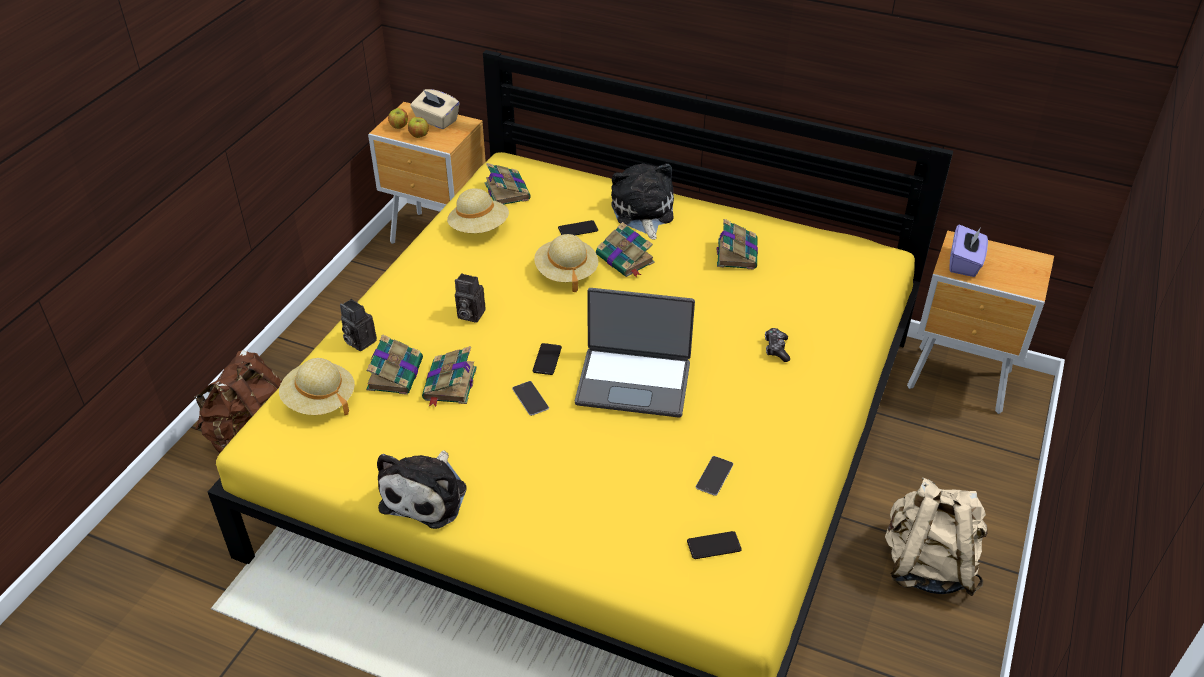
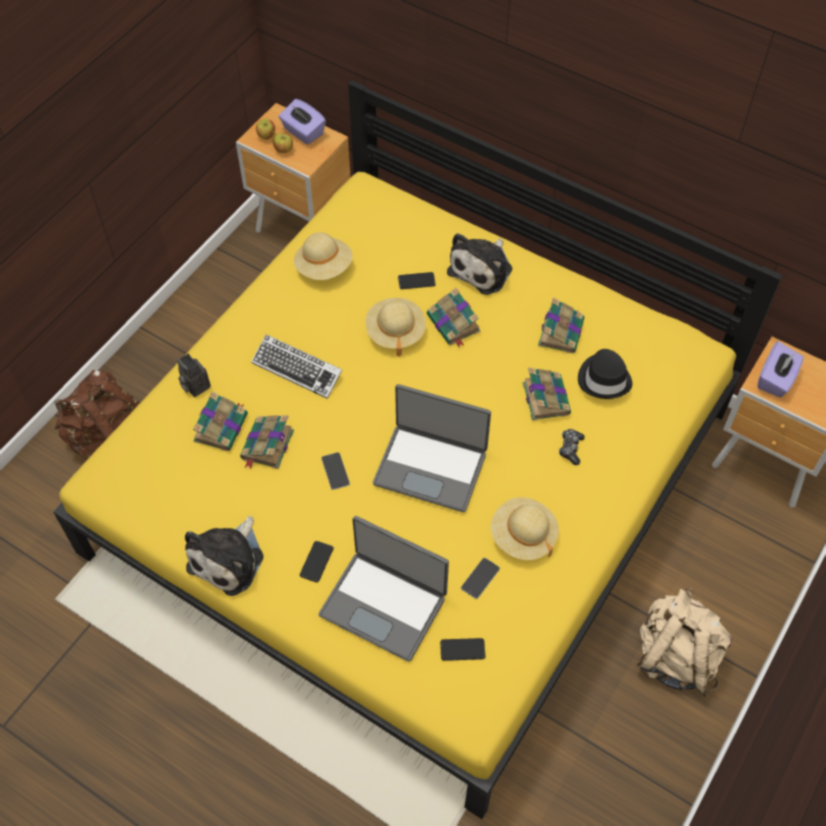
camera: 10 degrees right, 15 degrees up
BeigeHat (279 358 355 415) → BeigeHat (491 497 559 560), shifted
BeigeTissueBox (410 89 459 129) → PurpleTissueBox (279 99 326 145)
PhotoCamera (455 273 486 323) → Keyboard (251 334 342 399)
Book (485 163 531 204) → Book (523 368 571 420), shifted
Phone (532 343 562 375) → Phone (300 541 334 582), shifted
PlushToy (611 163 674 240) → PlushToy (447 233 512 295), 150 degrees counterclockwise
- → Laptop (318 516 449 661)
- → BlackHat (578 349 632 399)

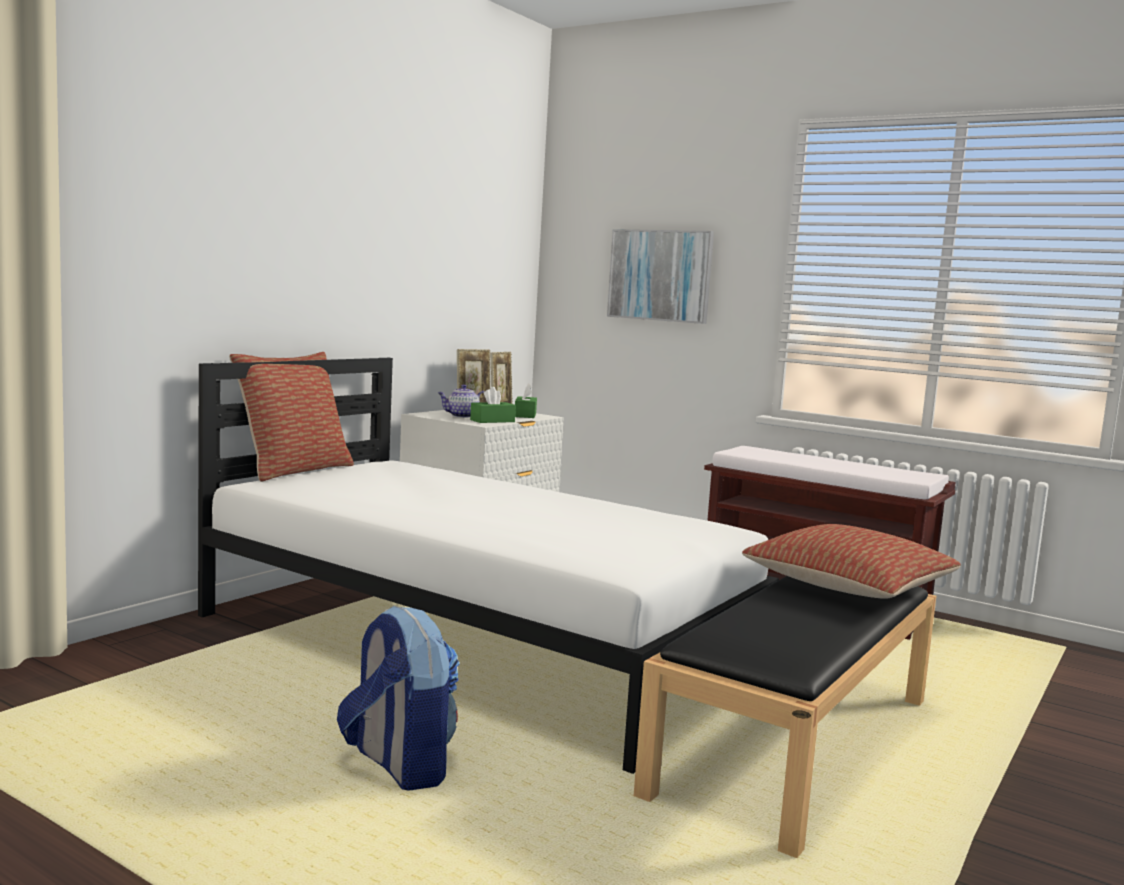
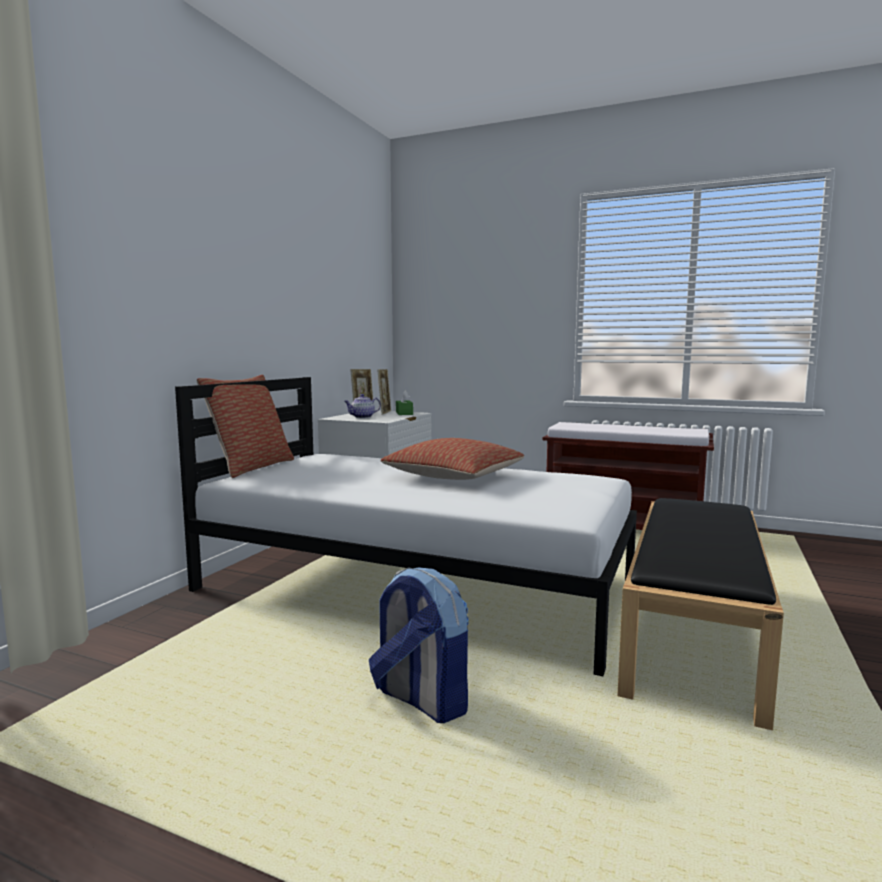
camera: 10 degrees left, 0 degrees up
GreenTissueBox (470 387 516 423) → -
Picture (607 229 714 324) → -
Pillow (742 524 961 599) → Pillow (381 438 525 480), shifted

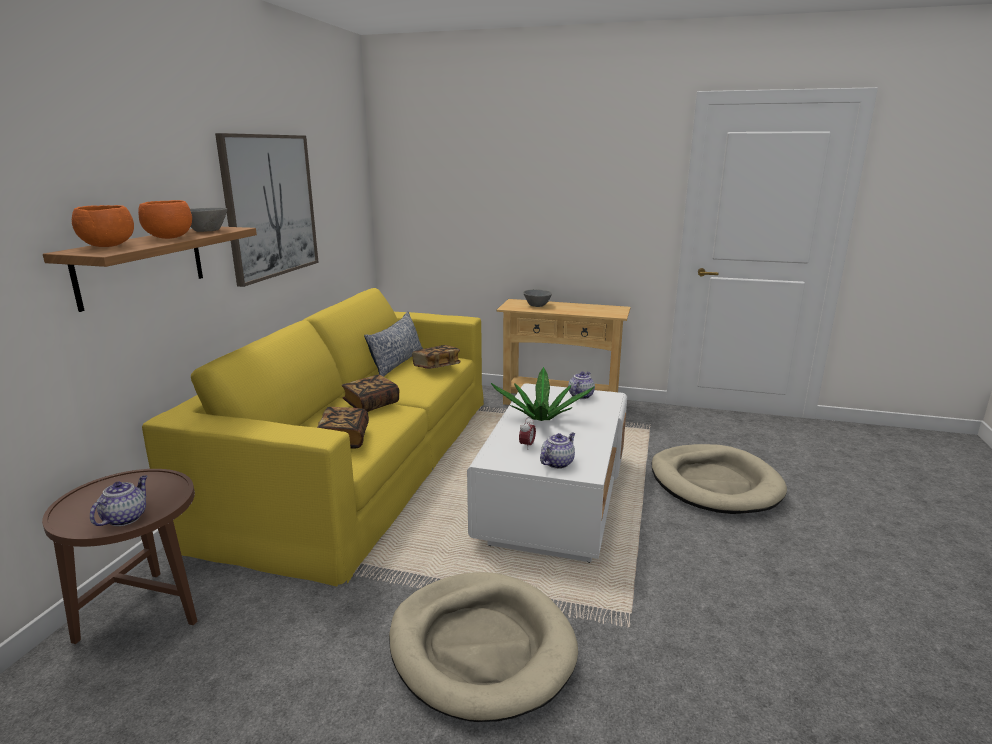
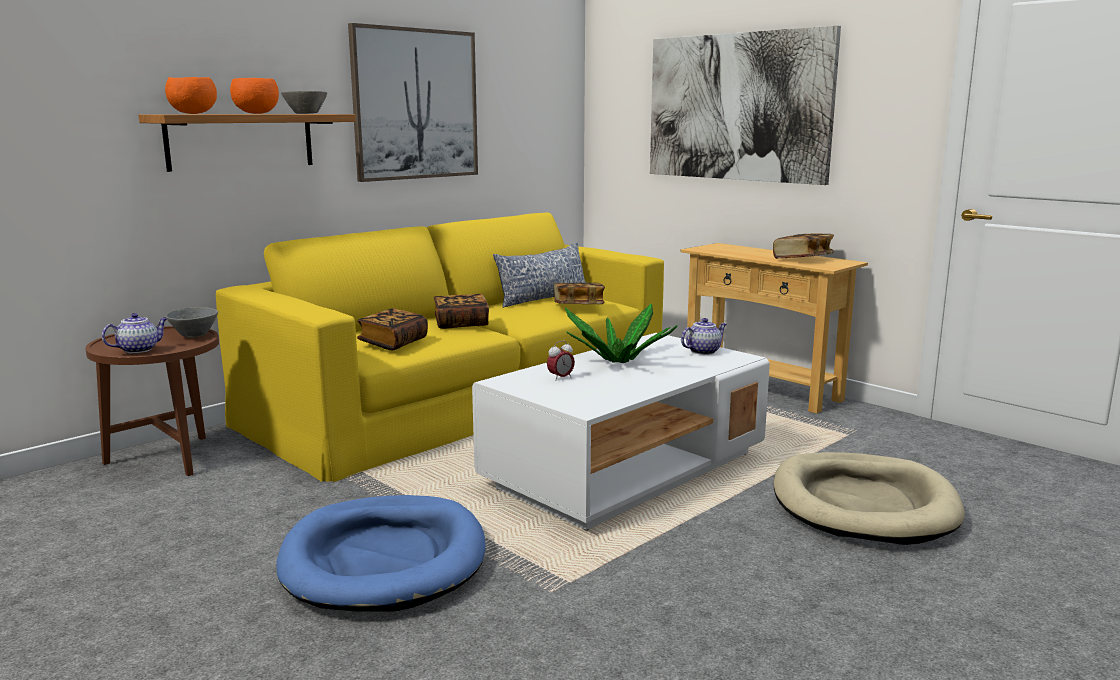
camera: 30 degrees right, 5 degrees down
BeigeDogBed (389 572 578 722) → BlueDogBed (276 495 486 612)
GreyBowl (523 289 552 307) → GreyBowl (166 307 218 338), shifted
Teapot (540 433 575 469) → -
- → Picture (650 25 841 185)
- → Book (773 234 834 259)

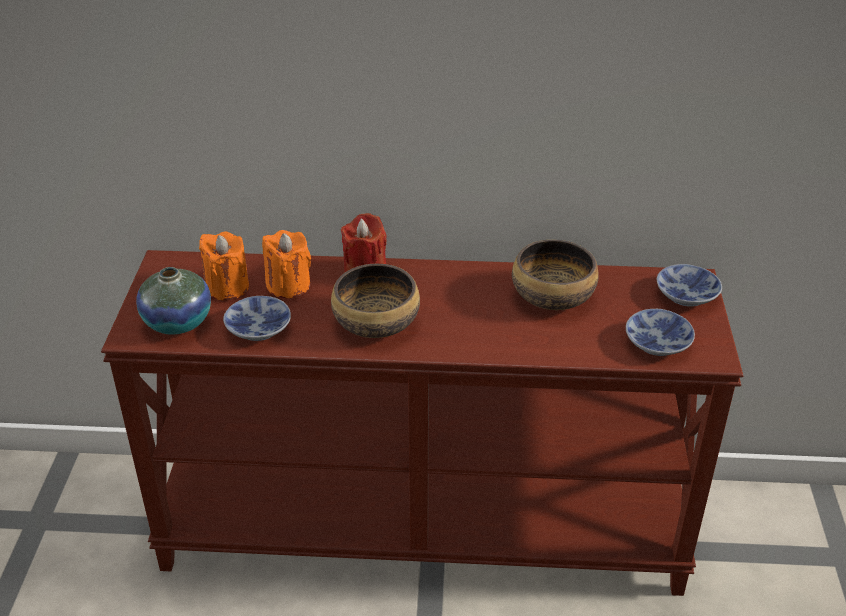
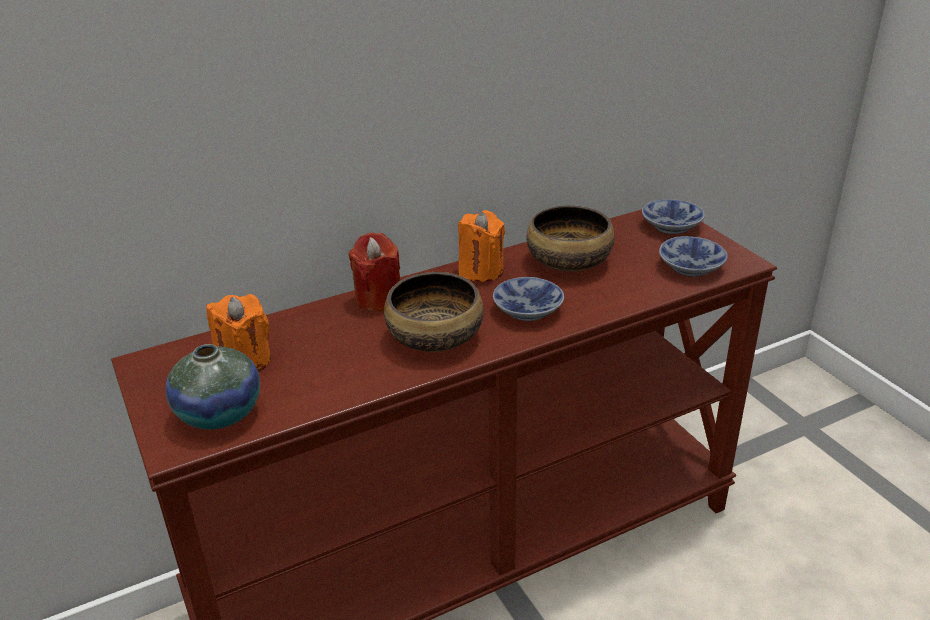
camera: 30 degrees left, 5 degrees down
Bowl (223 296 291 341) → Bowl (493 277 564 321), shifted
OrangeCandle (262 230 311 298) → OrangeCandle (458 210 505 282), shifted

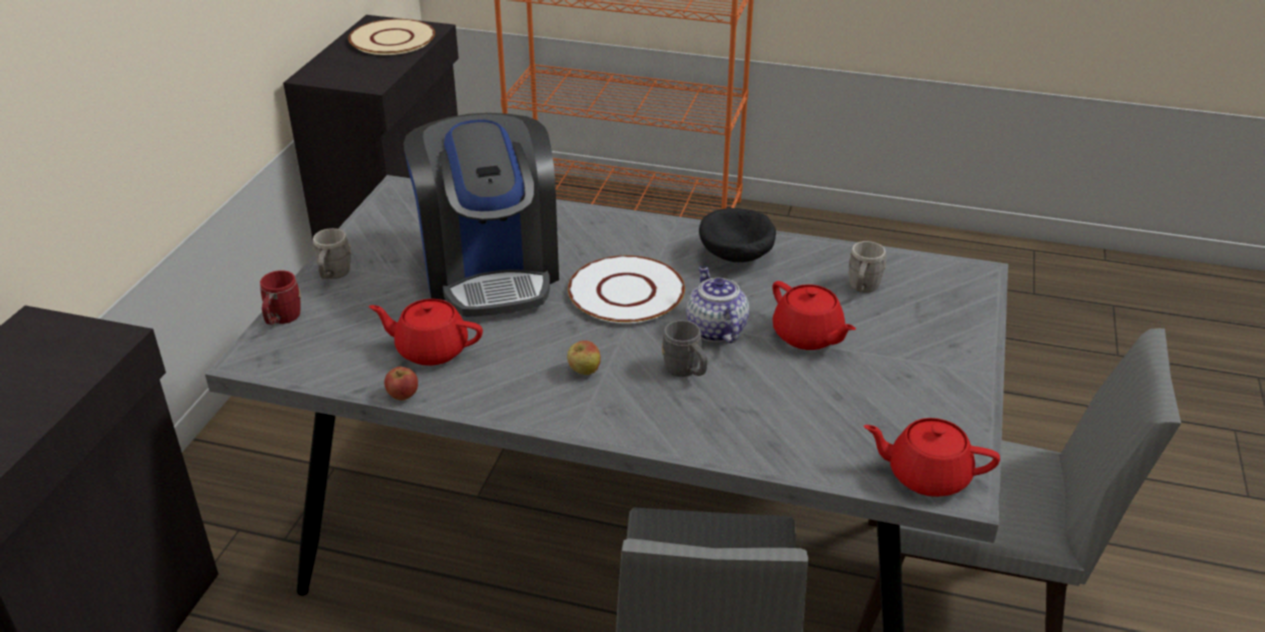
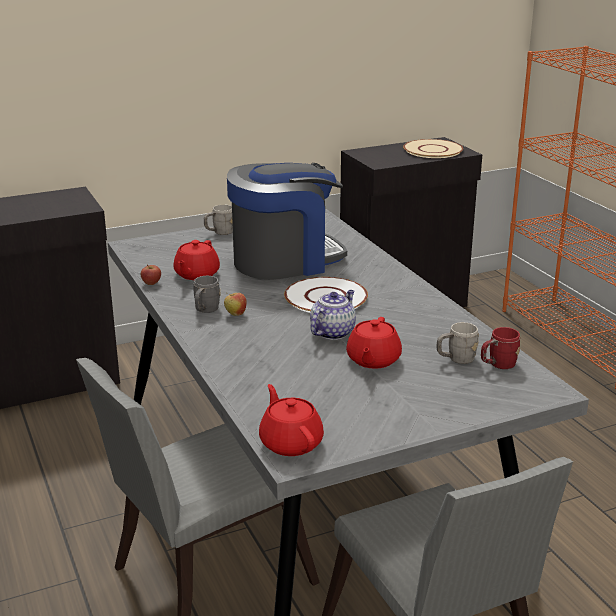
camera: 50 degrees right, 10 degrees down
RedMug (260 270 301 325) → RedMug (481 327 520 369), shifted
RedTeapot (369 299 483 366) → RedTeapot (173 240 220 280), 135 degrees counterclockwise
CoffeeMachine (403 113 559 317) → CoffeeMachine (227 163 347 280), 150 degrees counterclockwise
GreyMug (662 320 707 377) → GreyMug (194 276 221 313), shifted
BlackBowl (699 208 776 262) → -

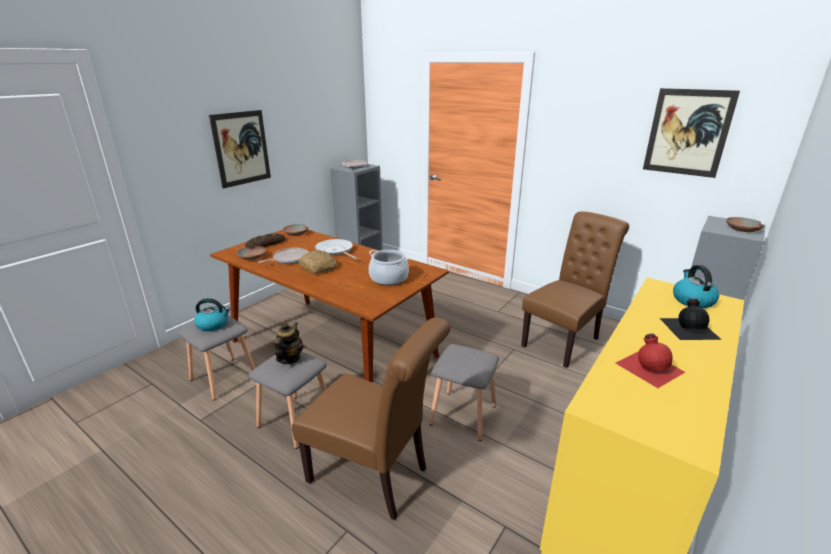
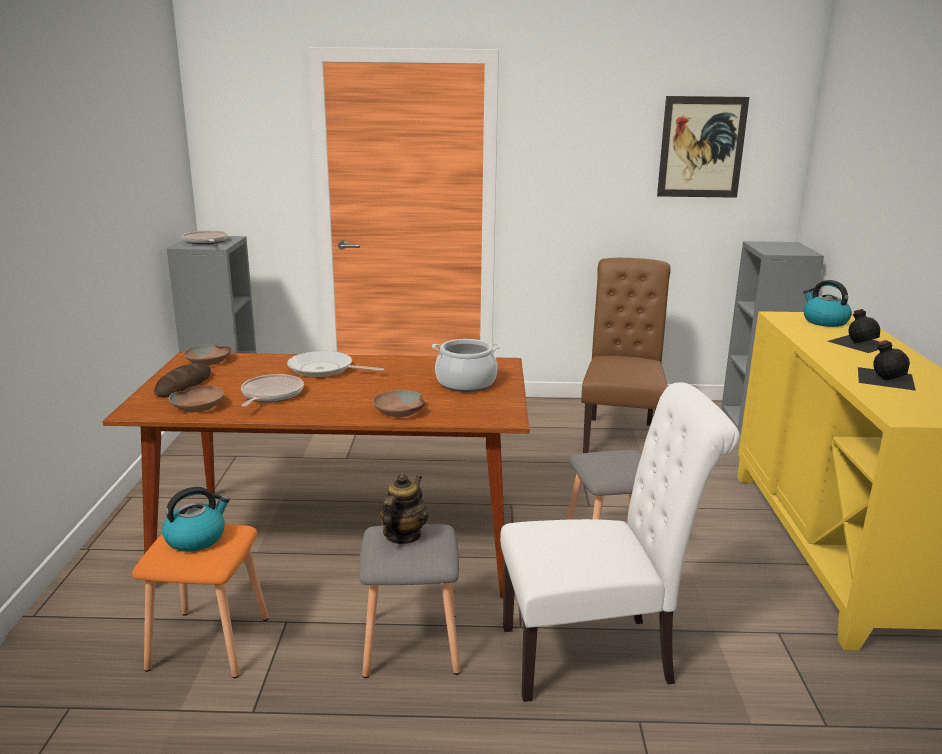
camera: 35 degrees left, 5 degrees down
GreyStool (179 316 255 400) → OrangeStool (132 524 268 678)
Picture (209 110 271 189) → -
Teapot (273 322 303 364) → Teapot (379 473 428 544), 45 degrees clockwise
BrownChair (292 317 451 520) → WhiteChair (500 382 740 702)
Bread (298 250 337 274) → -
RedBottle (616 334 685 388) → BlackBottle (858 340 916 391)
BrownBowl (726 217 764 232) → BrownBowl (373 390 425 417), shifted

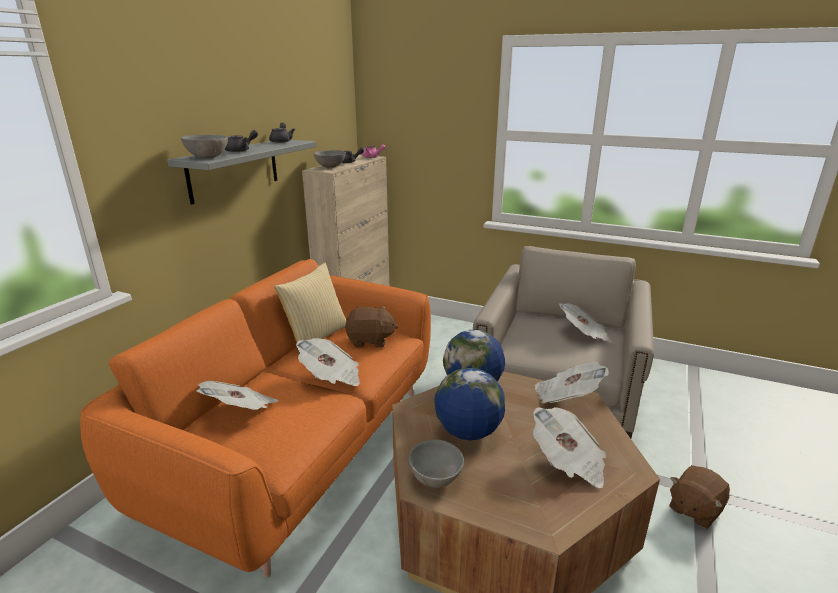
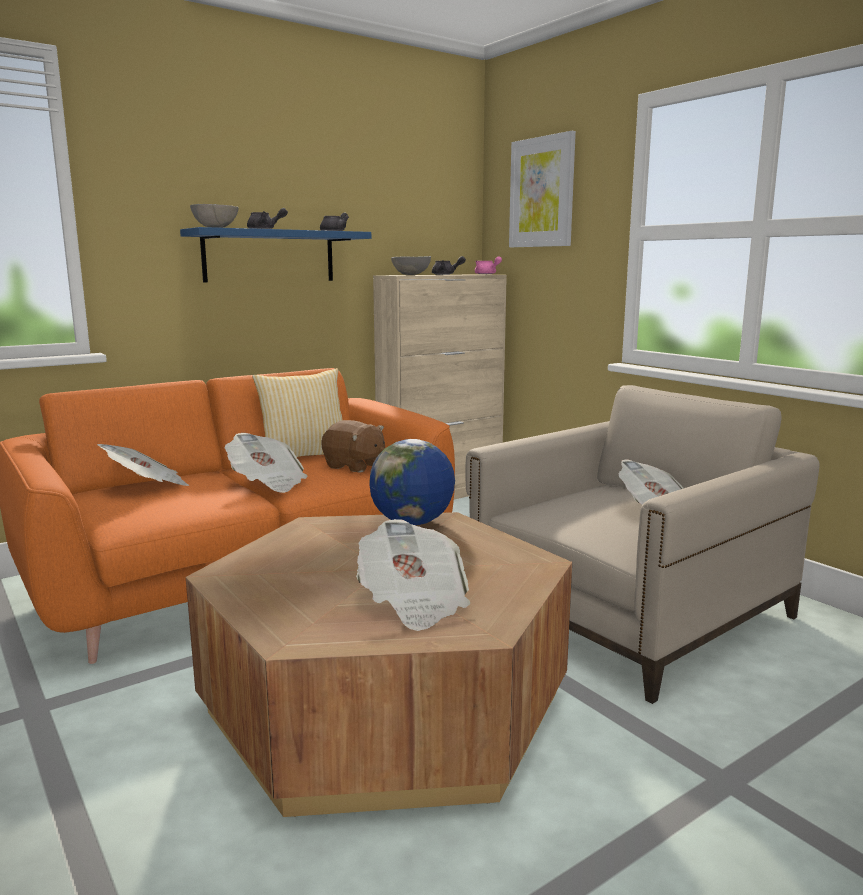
camera: 30 degrees right, 10 degrees down
GreyShelf (167 140 316 205) → BlueShelf (180 227 371 283)
GreyBowl (409 439 464 488) → -
Globe (434 368 505 440) → -
Newspaper (535 362 609 404) → -
BrownPlushToy (669 465 730 529) → -
- → Picture (509 131 576 247)

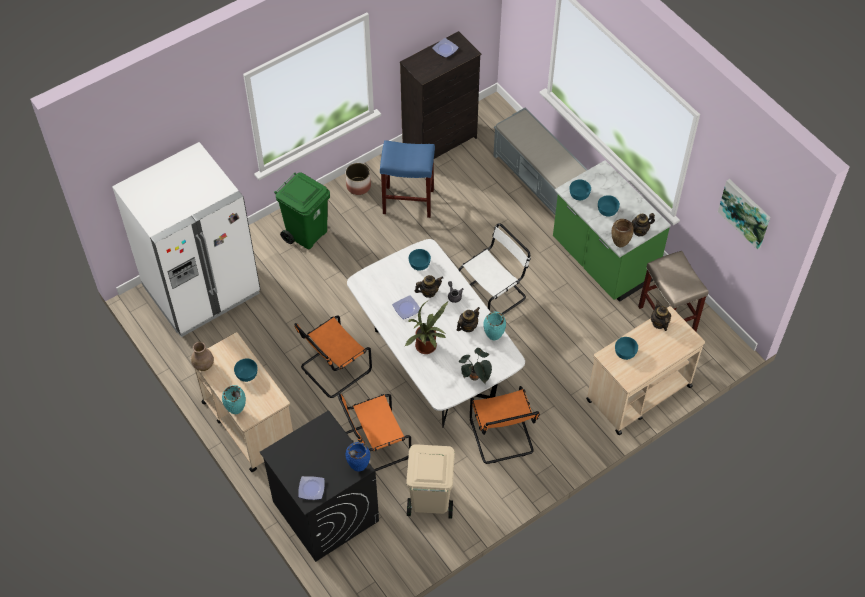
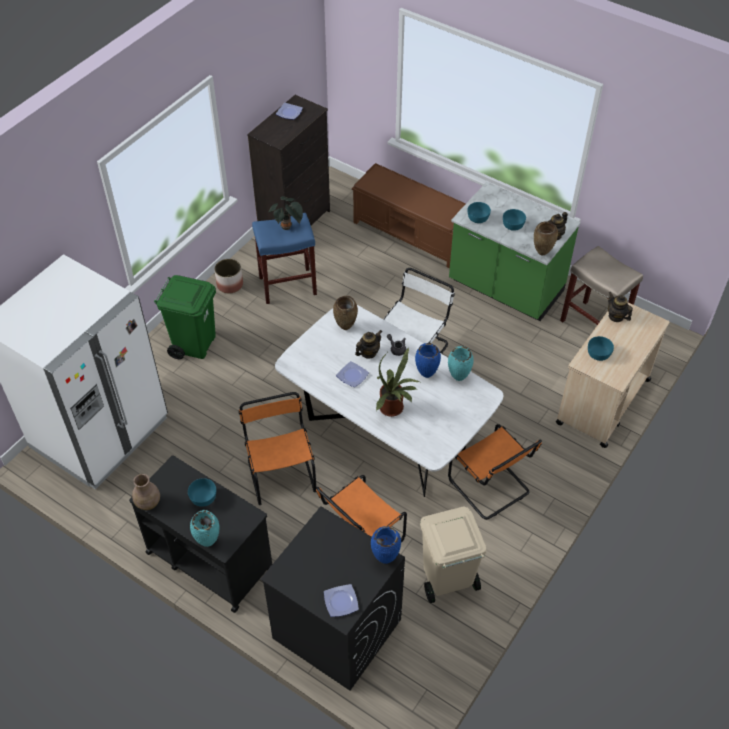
camera: 20 degrees left, 5 degrees down
BeigeCart (194 332 293 472) → BlackCart (129 455 272 613)
OrangeChair (294 316 372 398) → OrangeChair (239 392 317 505), 135 degrees clockwise
TurquoiseBowl (409 249 431 271) → BrownVase (333 296 358 330)
Teapot (457 307 480 332) → BlueVase (415 343 441 378)
PottedPlant (459 348 492 384) → PottedPlant (268 196 303 230), shifted
GreyBench (493 108 587 215) → BrownBench (352 163 466 269)
Picture (718 179 770 250) → -

